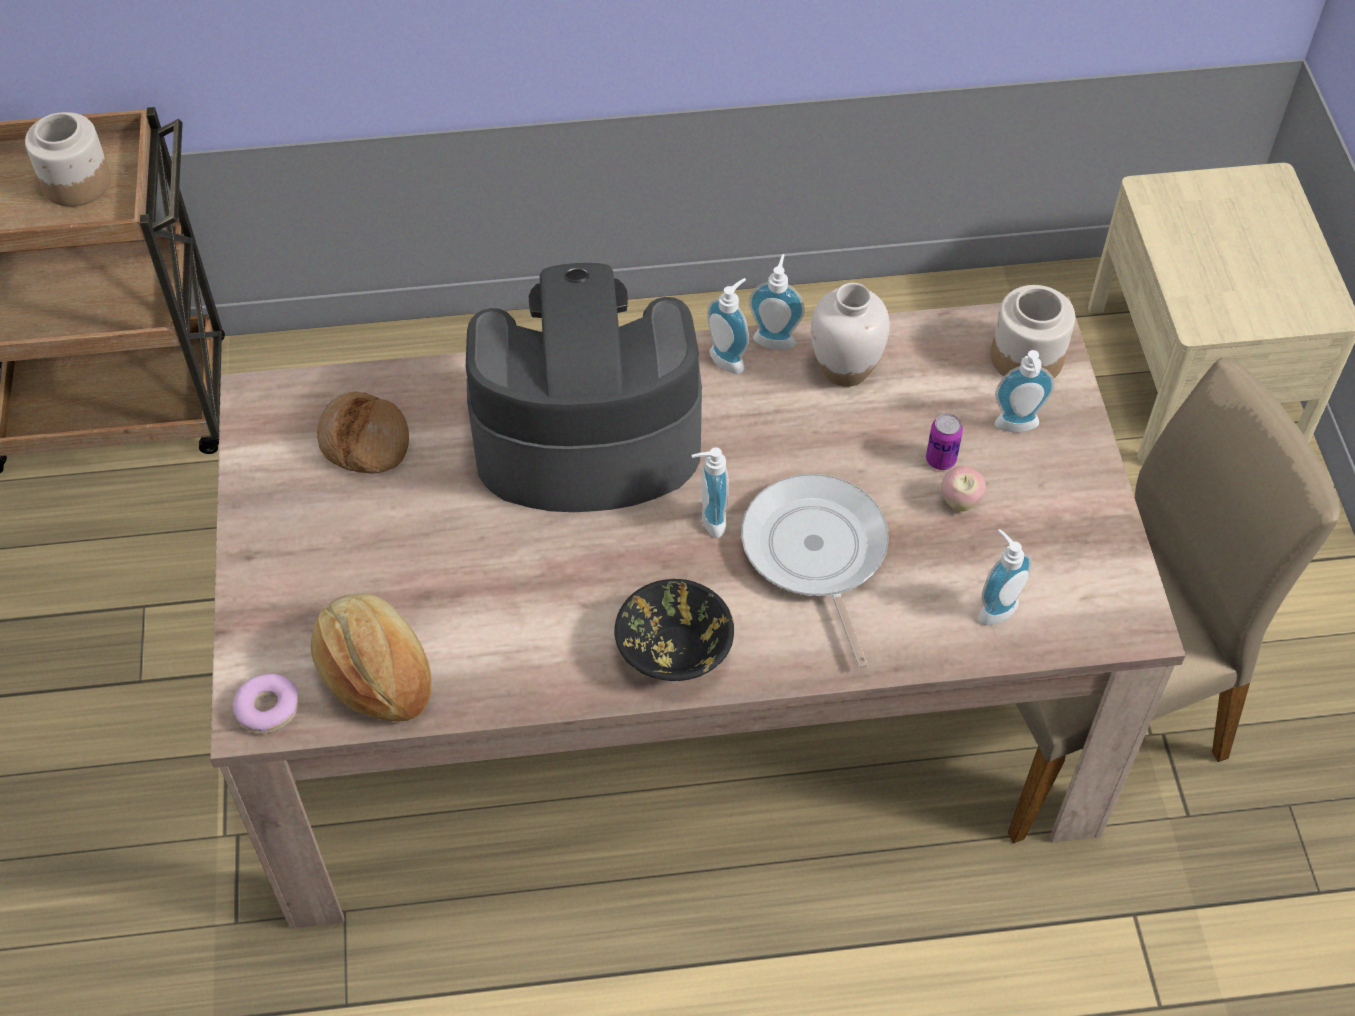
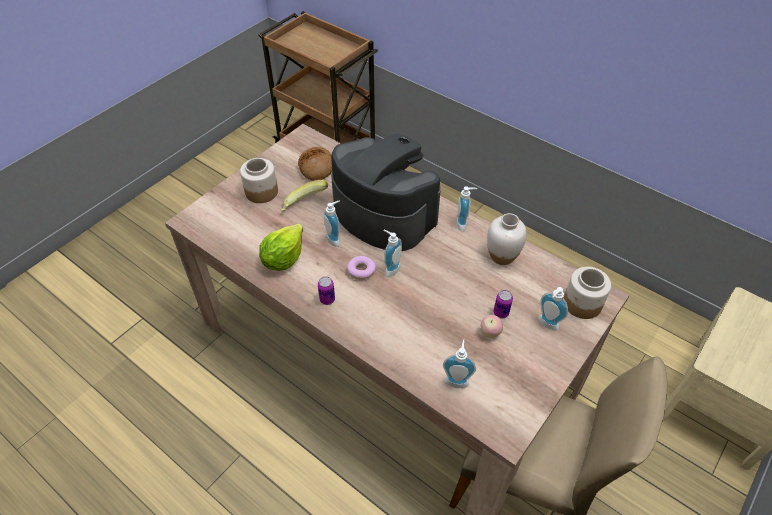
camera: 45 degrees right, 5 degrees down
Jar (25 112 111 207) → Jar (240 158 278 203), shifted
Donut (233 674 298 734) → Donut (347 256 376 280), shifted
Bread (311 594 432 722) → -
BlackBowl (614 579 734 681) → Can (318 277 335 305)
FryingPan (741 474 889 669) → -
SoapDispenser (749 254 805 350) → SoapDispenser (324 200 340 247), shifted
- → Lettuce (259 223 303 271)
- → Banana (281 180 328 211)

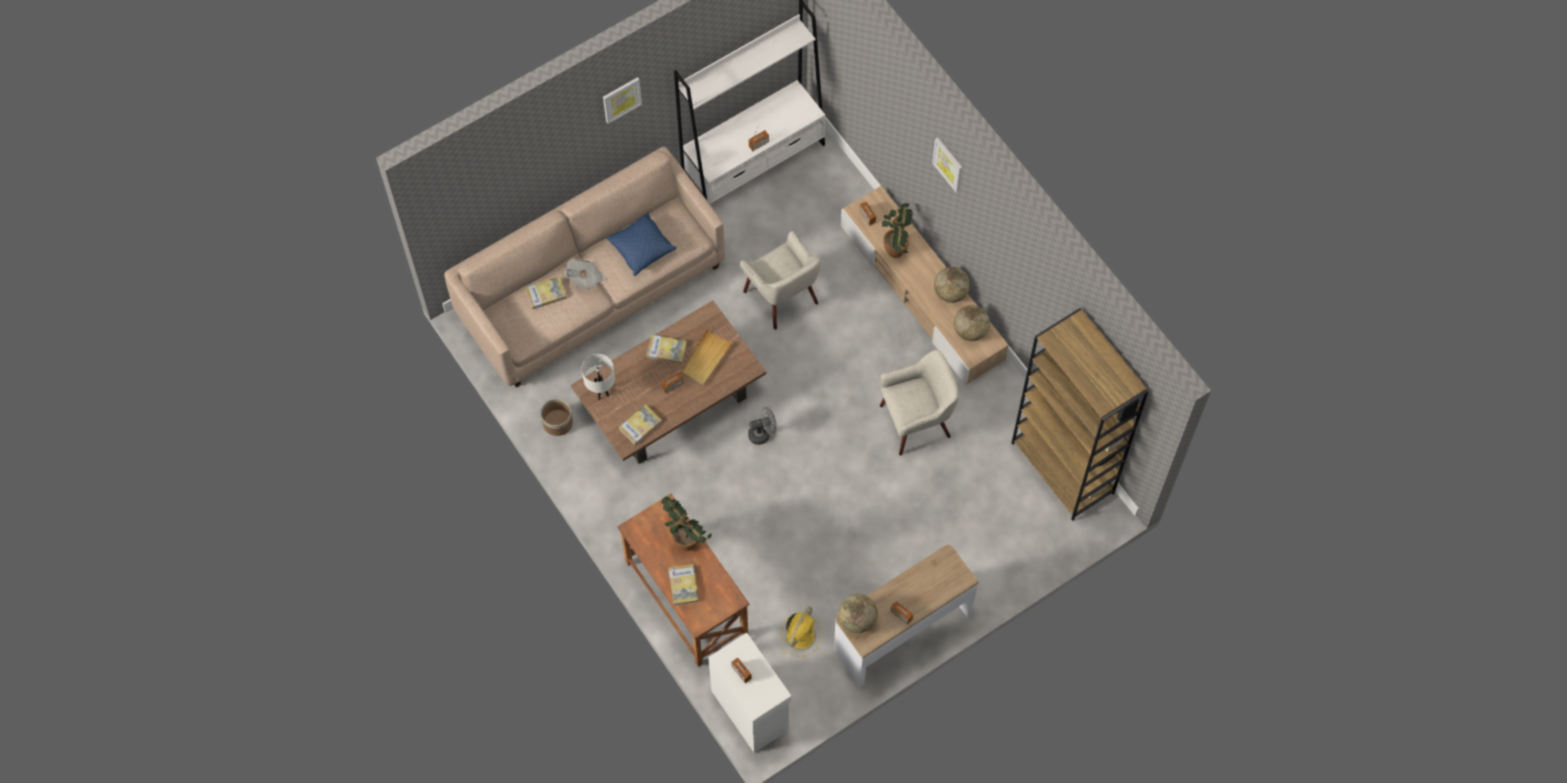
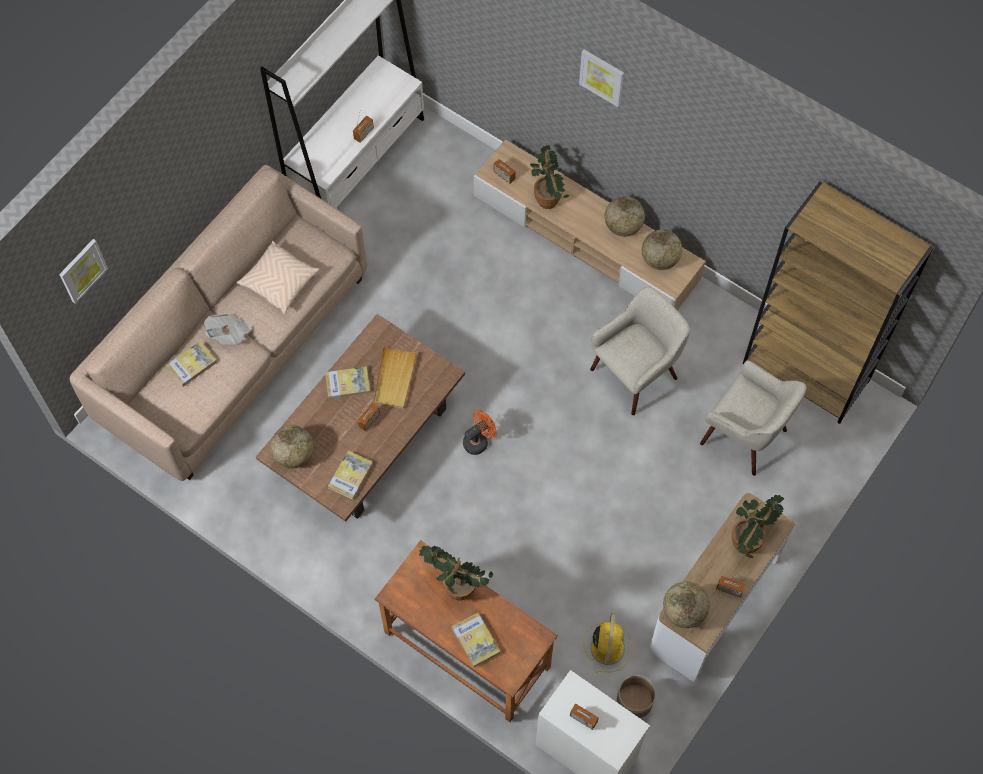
camera: 20 degrees left, 0 degrees up
Planter (541 399 573 436) → Planter (617 675 656 718), shifted
WhiteTableLamp (582 354 615 400) → Globe (270 425 314 468)
Picture (603 77 642 124) → Picture (59 239 108 304), shifted
BluePillow (606 212 677 276) → BeigePillow (237 241 319 314)
BeigeArmchair (740 231 821 330) → BeigeArmchair (700 360 806 476), shifted
GreyFan (748 407 777 445) → OrangeFan (463 410 496 455)
- → PottedPlant (732 495 784 558)

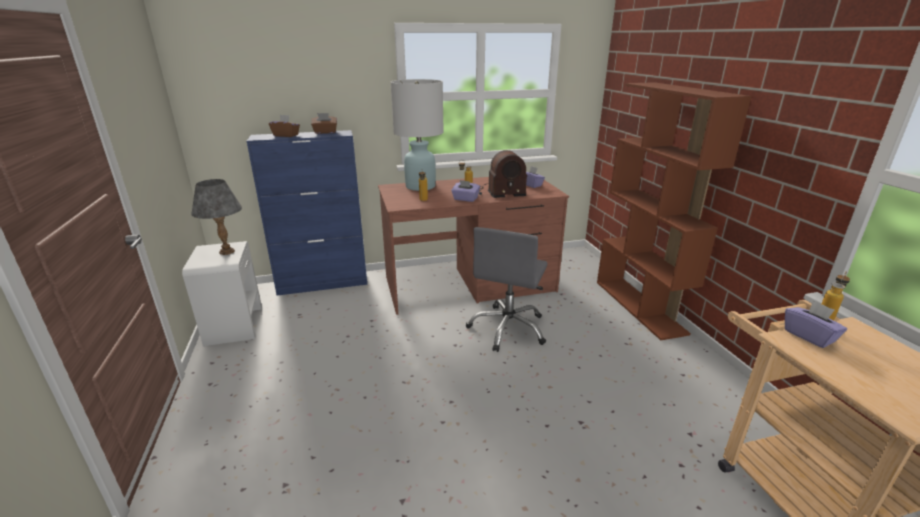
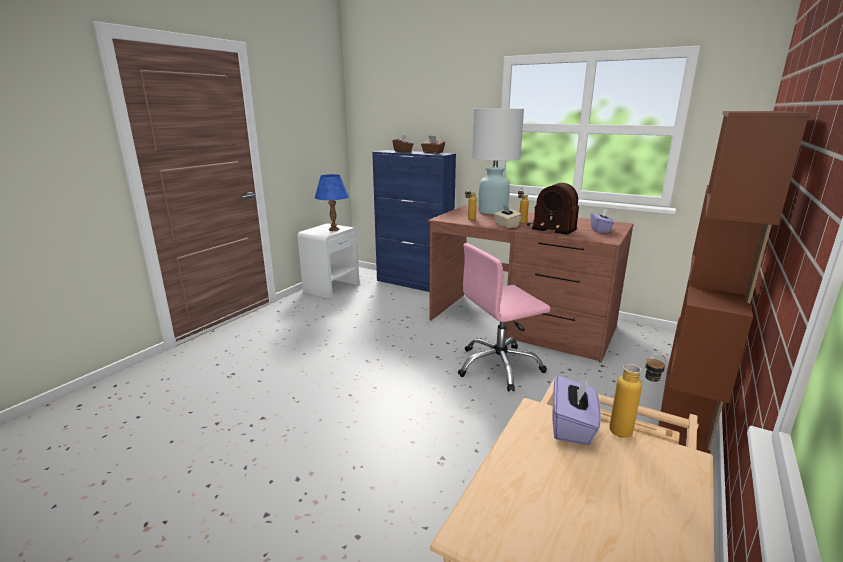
camera: 45 degrees right, 5 degrees down
GreyTableLamp (191 179 242 255) → BlueTableLamp (315 174 349 231)
PurpleTissueBox (451 180 480 202) → BeigeTissueBox (494 205 522 228)
GreyOfficeChair (466 227 548 352) → PinkOfficeChair (458 243 551 392)

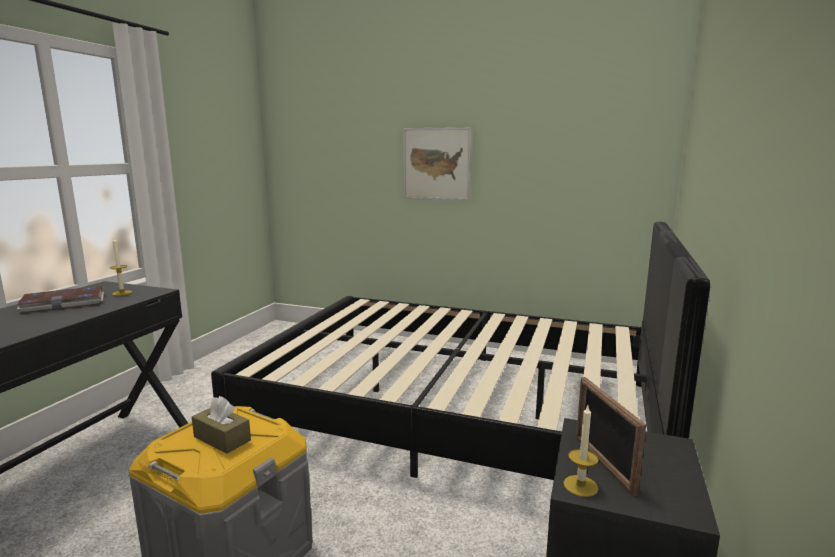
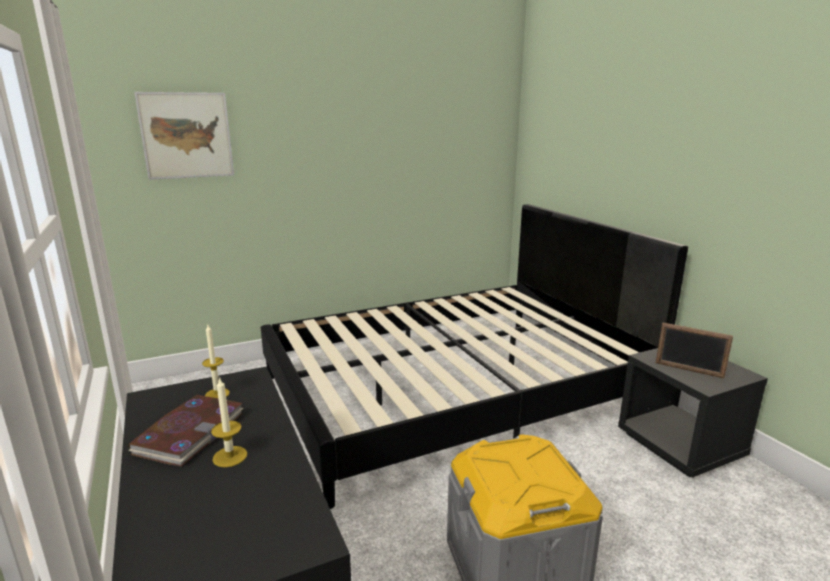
camera: 45 degrees left, 5 degrees up
BrownTissueBox (192 396 251 454) → -
Picture (403 127 471 201) → Picture (134 92 234 180), shifted
Candle (563 405 599 497) → Candle (211 377 247 467), shifted

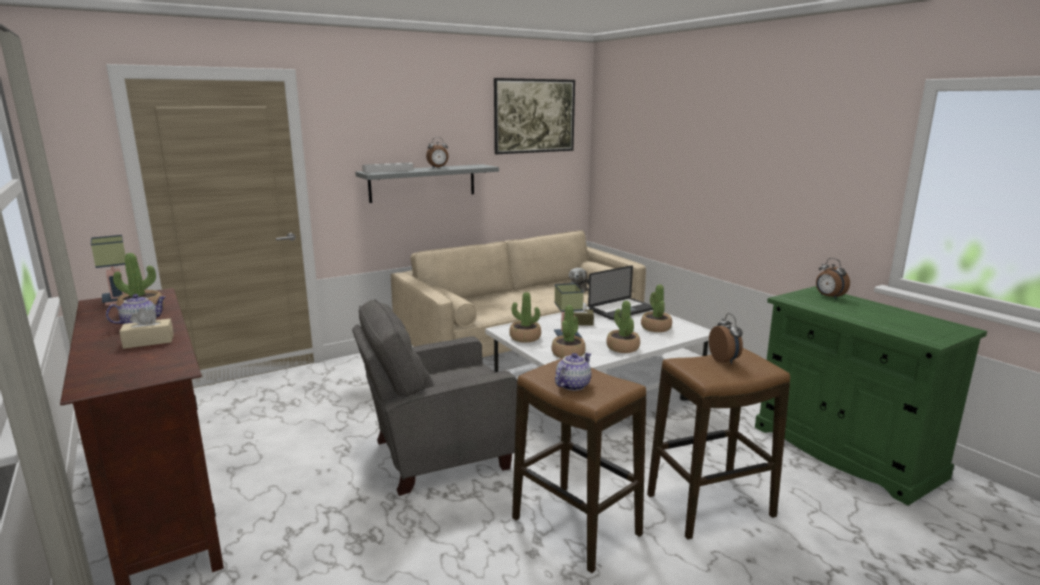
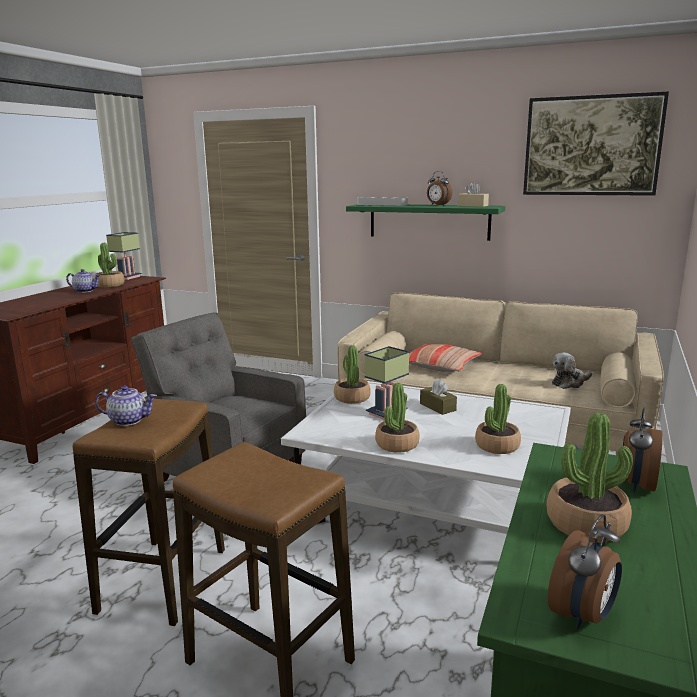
camera: 55 degrees right, 0 degrees up
BeigeTissueBox (119 308 174 349) → BeigeTissueBox (458 182 489 207), shifted
GreyShelf (355 164 499 203) → GreenShelf (346 204 505 241)
PottedPlant (552 305 586 358) → PottedPlant (546 413 633 542), shifted
Laptop (588 265 653 320) → -
AlarmClock (709 313 743 364) → AlarmClock (548 514 622 630), shifted
- → Pillow (409 344 482 372)

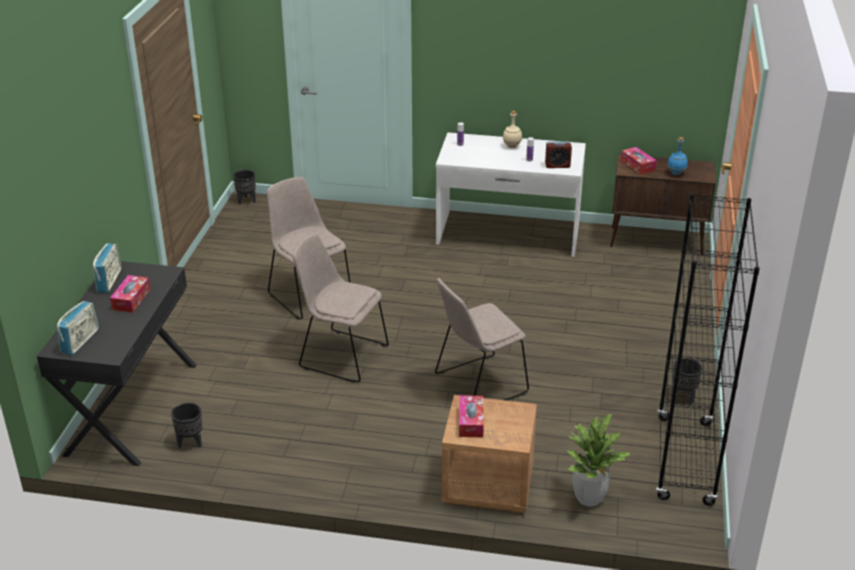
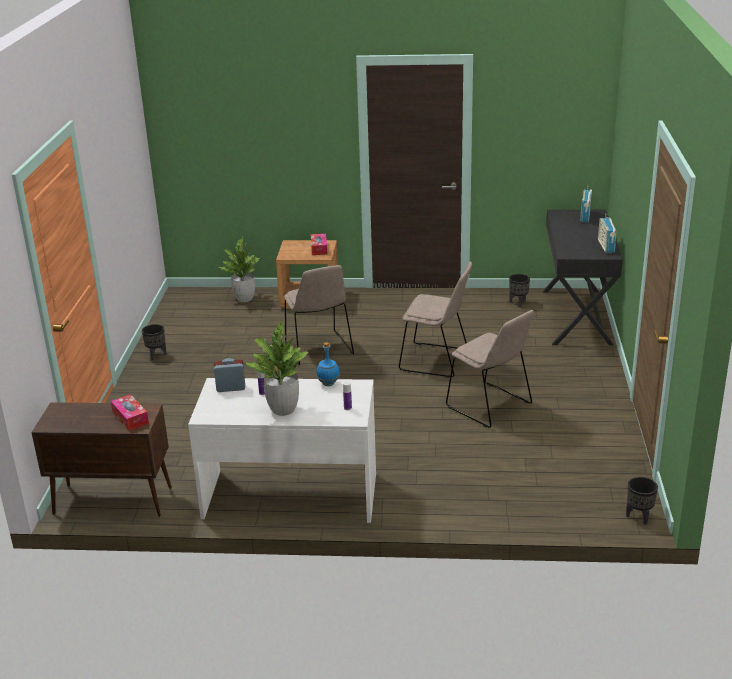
camera: 175 degrees right, 5 degrees down
TissueBox (110 275 150 313) → -
BeigeChair (435 278 529 401) → BeigeChair (284 265 354 365), 105 degrees clockwise
BeigeBottle (503 111 522 148) → PottedPlant (246 320 309 416)
BlackBookcase (656 193 760 505) → -
BlueBottle (667 137 688 175) → BlueBottle (316 342 340 386), shifted

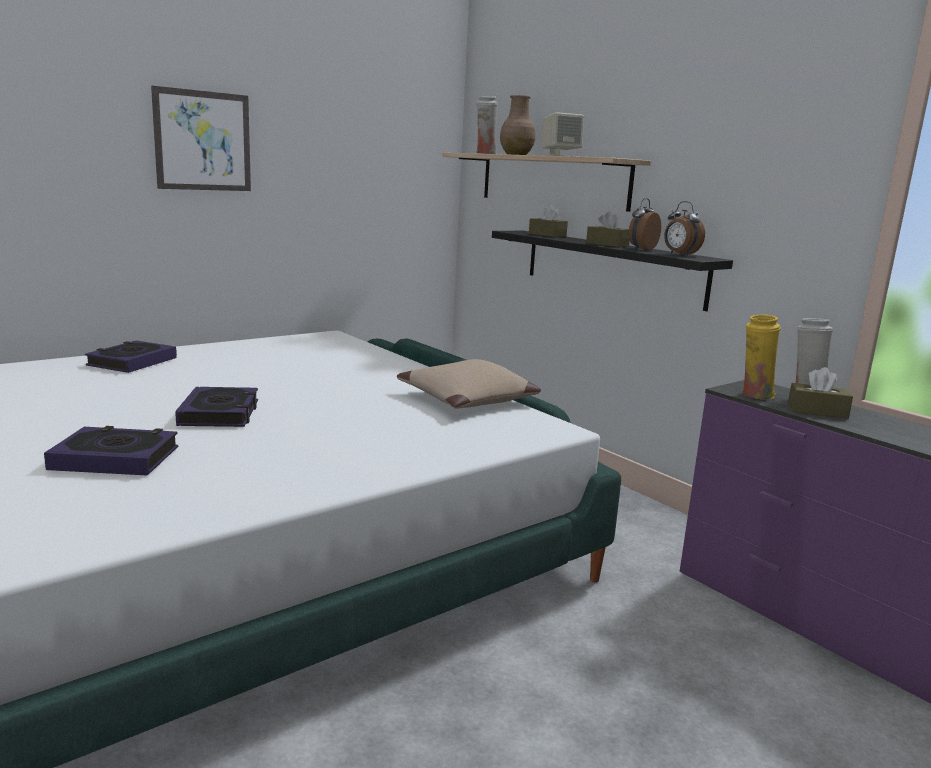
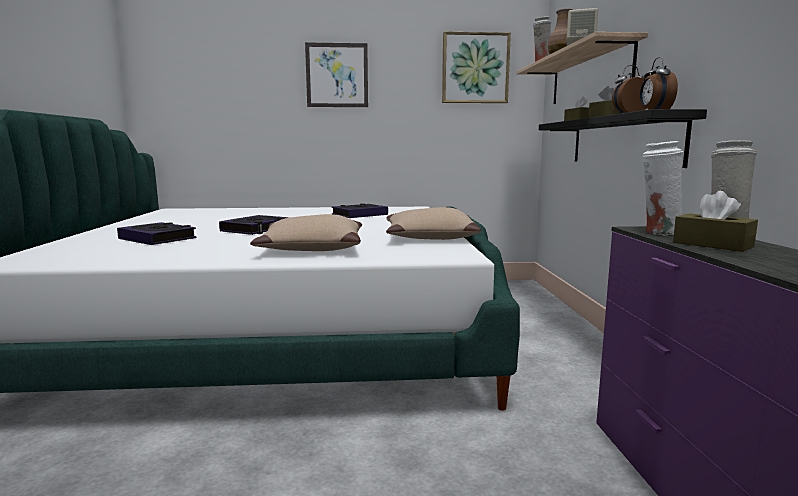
camera: 35 degrees right, 5 degrees down
Book (85 341 177 373) → Book (332 203 388 218), shifted
YellowVase (743 314 781 400) → WhiteVase (642 141 683 235)
- → BeigePillow (250 214 362 251)
- → Picture (442 32 511 103)

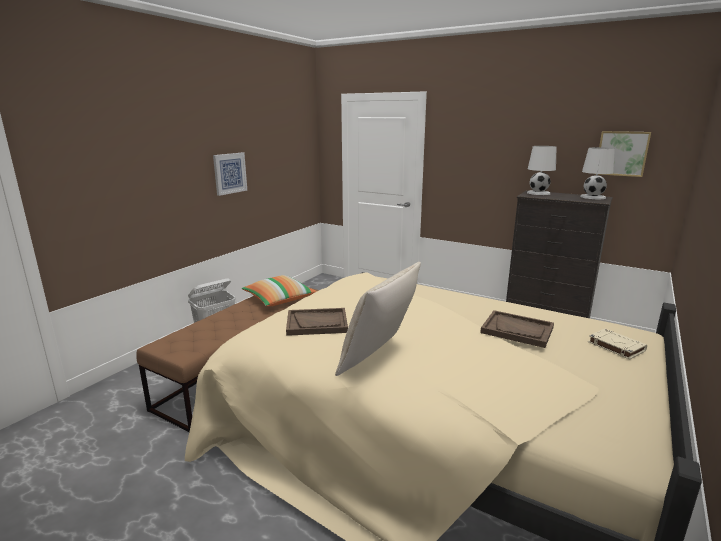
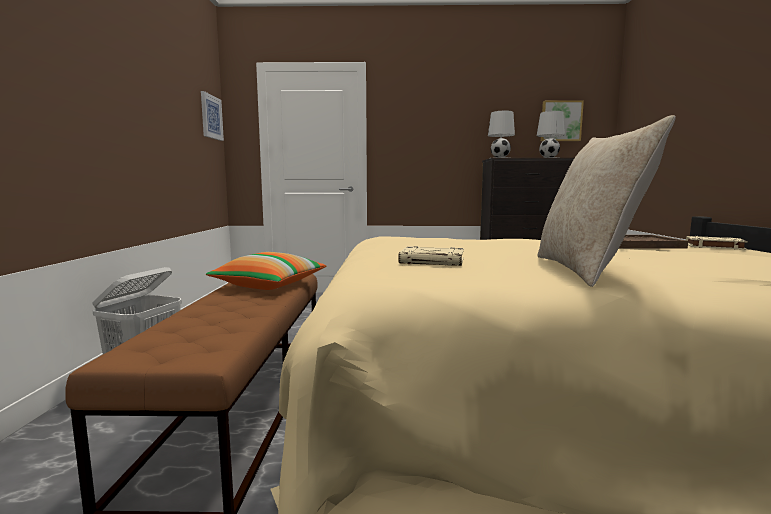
camera: 30 degrees left, 10 degrees down
Picture (213 153 247 196) → Picture (201 91 224 141), shifted
BrownTray (286 308 348 336) → BeigeBook (398 246 464 266)

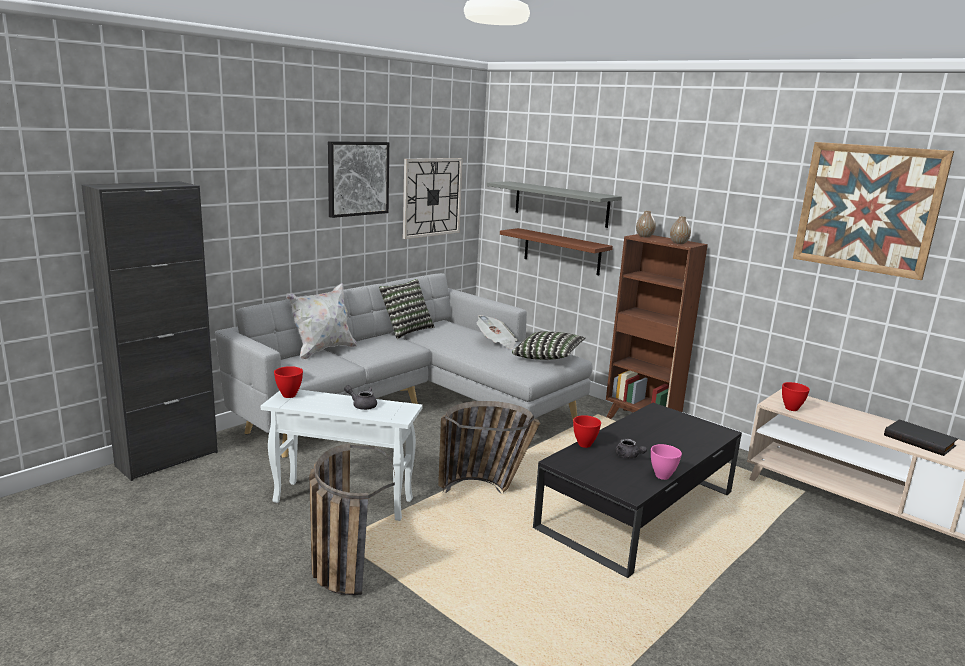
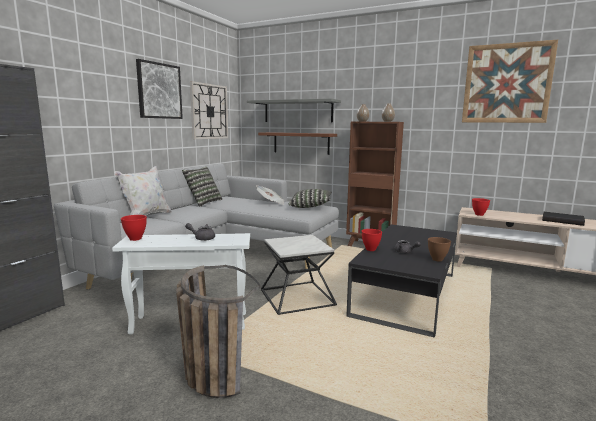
camera: 15 degrees left, 5 degrees down
Basket (438 401 540 494) → SideTable (261 235 337 315)
PinkBowl (651 444 682 480) → BrownBowl (428 237 451 262)

